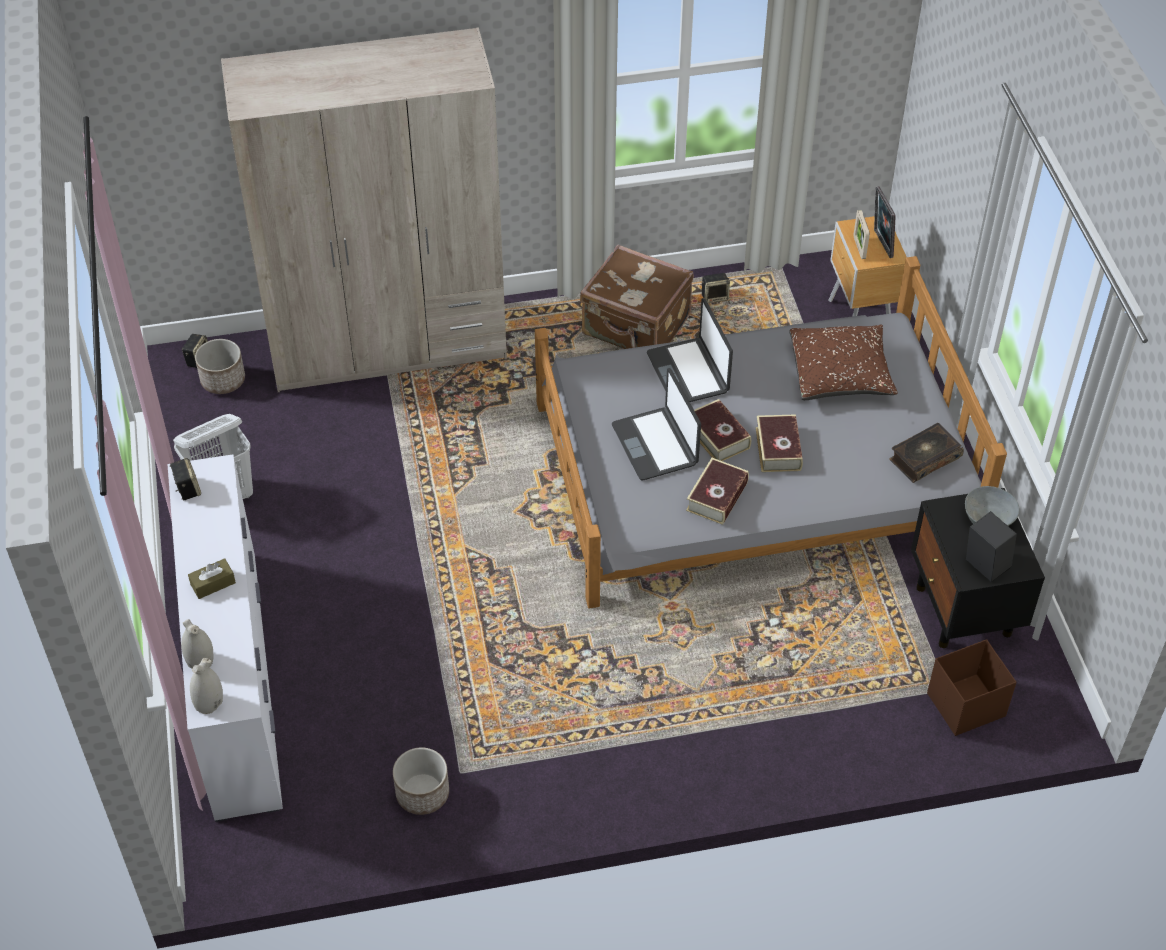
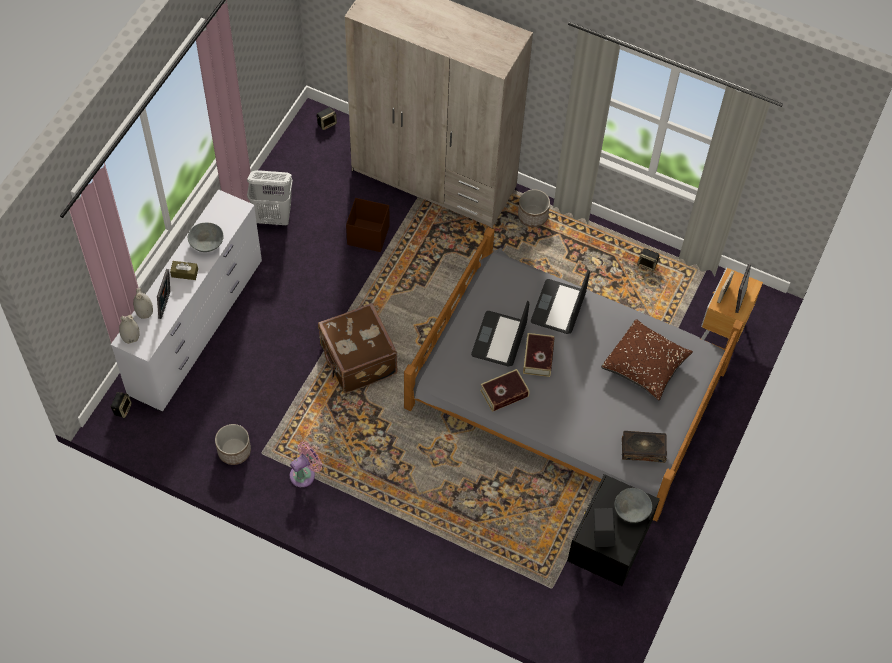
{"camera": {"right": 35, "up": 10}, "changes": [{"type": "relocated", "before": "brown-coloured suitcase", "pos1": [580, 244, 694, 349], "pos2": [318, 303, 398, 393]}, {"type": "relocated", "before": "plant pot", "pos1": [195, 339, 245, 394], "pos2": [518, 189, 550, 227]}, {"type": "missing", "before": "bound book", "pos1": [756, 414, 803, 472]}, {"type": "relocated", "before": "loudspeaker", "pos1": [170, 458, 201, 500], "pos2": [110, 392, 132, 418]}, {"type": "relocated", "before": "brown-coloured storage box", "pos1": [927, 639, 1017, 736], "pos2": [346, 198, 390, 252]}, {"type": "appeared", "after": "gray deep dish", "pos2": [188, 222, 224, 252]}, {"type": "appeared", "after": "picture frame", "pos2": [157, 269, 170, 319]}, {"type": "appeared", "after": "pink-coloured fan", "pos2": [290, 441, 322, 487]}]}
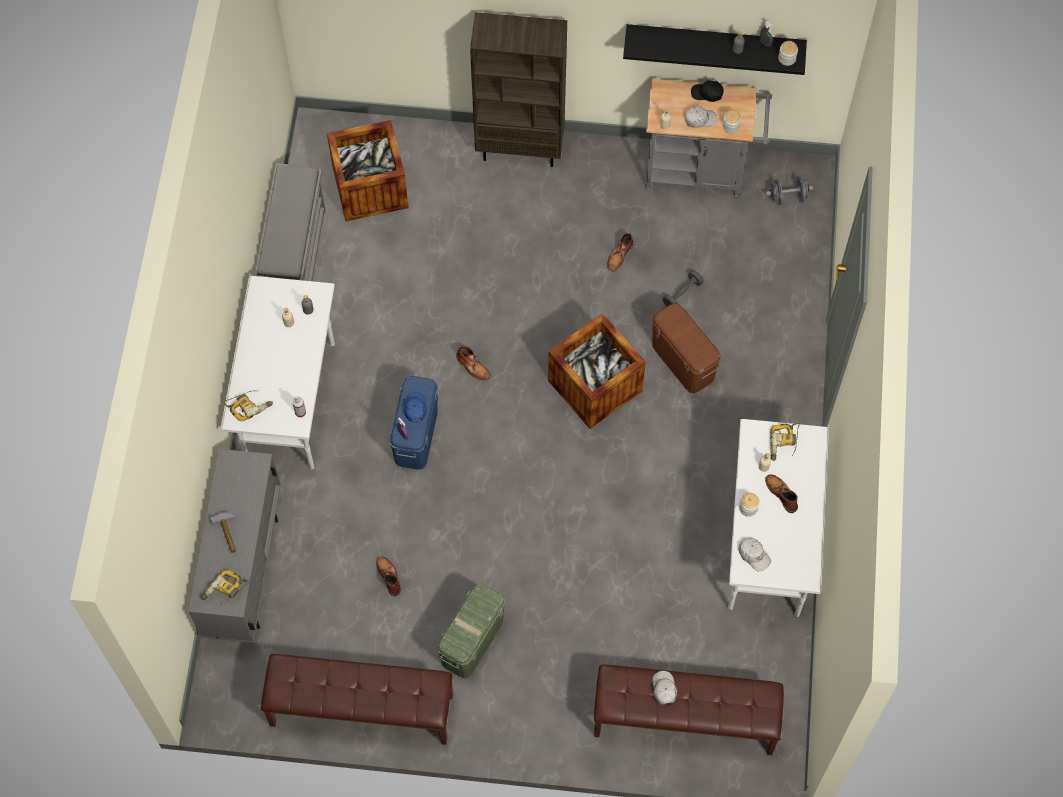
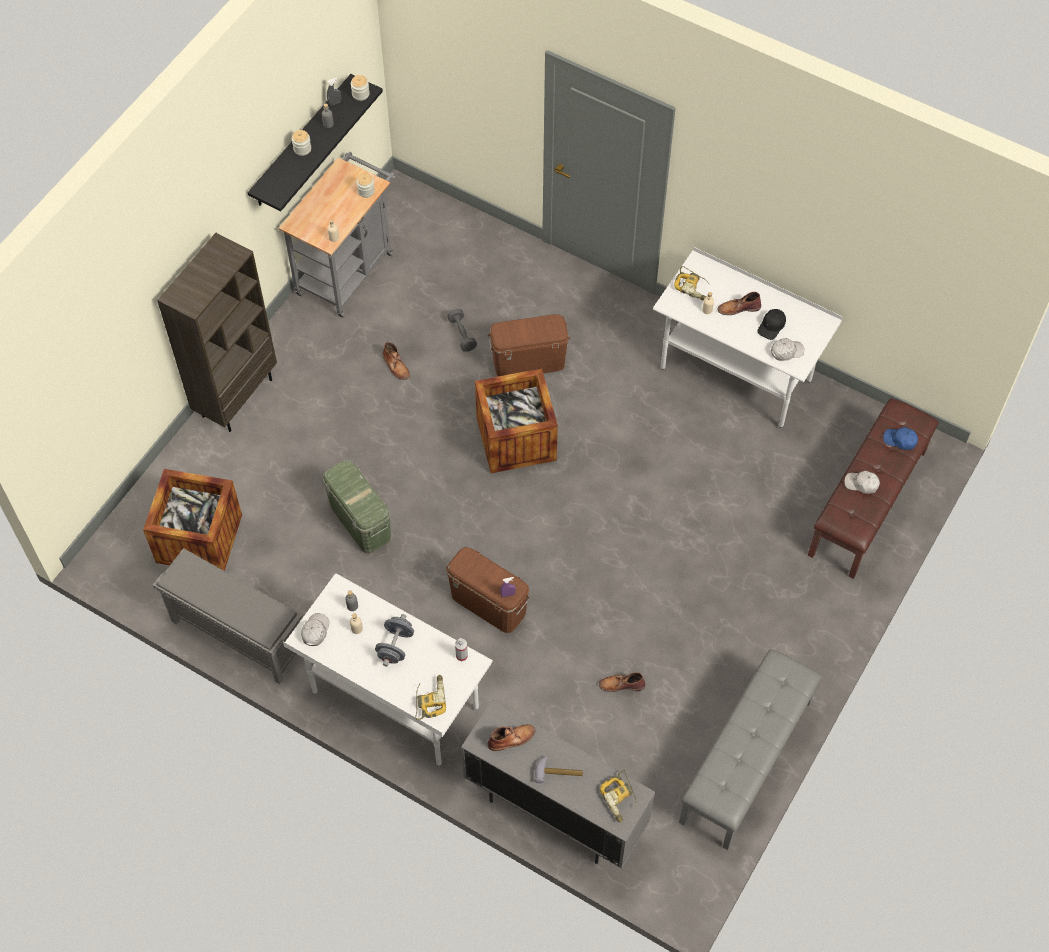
{"camera": {"right": -65, "up": -5}, "changes": [{"type": "relocated", "before": "black-coloured baseball cap", "pos1": [691, 80, 724, 102], "pos2": [757, 309, 786, 340]}, {"type": "relocated", "before": "whitish baseball cap", "pos1": [685, 106, 717, 128], "pos2": [301, 613, 330, 646]}, {"type": "relocated", "before": "gray free weight", "pos1": [765, 176, 813, 205], "pos2": [375, 614, 414, 667]}, {"type": "relocated", "before": "brown-coloured tall boot", "pos1": [456, 346, 491, 380], "pos2": [488, 724, 535, 751]}, {"type": "colour", "before": "blue-coloured storage box", "after": "brown-coloured storage box", "pos1": [390, 376, 438, 469], "pos2": [446, 547, 530, 633]}, {"type": "relocated", "before": "blue-coloured baseball cap", "pos1": [404, 392, 427, 422], "pos2": [883, 427, 918, 450]}, {"type": "relocated", "before": "jar", "pos1": [739, 493, 760, 517], "pos2": [292, 130, 311, 156]}, {"type": "relocated", "before": "green-coloured storage box", "pos1": [436, 584, 505, 678], "pos2": [322, 460, 391, 554]}, {"type": "colour", "before": "brown-coloured bench", "after": "gray bench", "pos1": [261, 654, 453, 745], "pos2": [679, 649, 822, 850]}]}
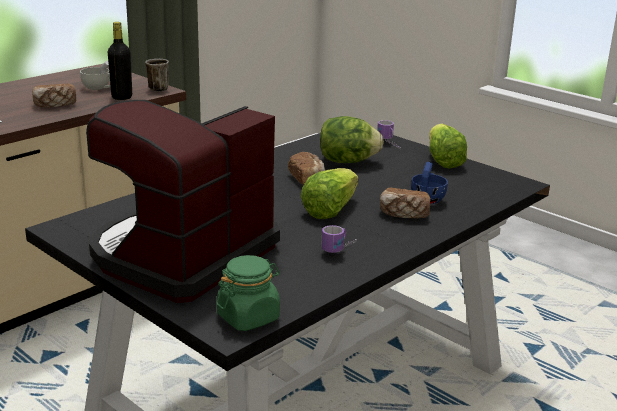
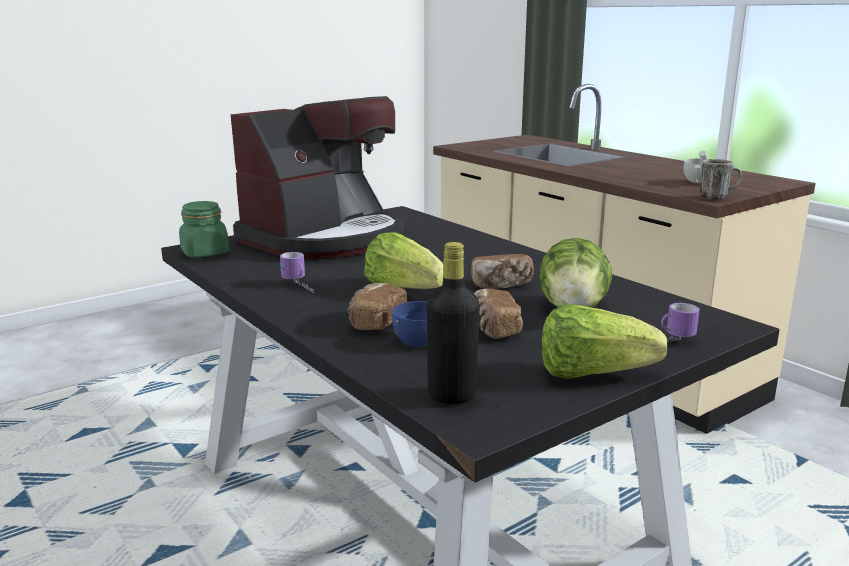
{"camera": {"right": 100, "up": -5}, "changes": [{"type": "relocated", "before": "black-coloured bottle", "pos1": [108, 22, 132, 100], "pos2": [426, 242, 480, 404]}, {"type": "relocated", "before": "bread", "pos1": [32, 84, 76, 107], "pos2": [474, 288, 523, 339]}, {"type": "spun", "before": "coffee machine", "pos1": [86, 100, 280, 303], "pos2": [231, 96, 404, 259], "turn": 90}]}
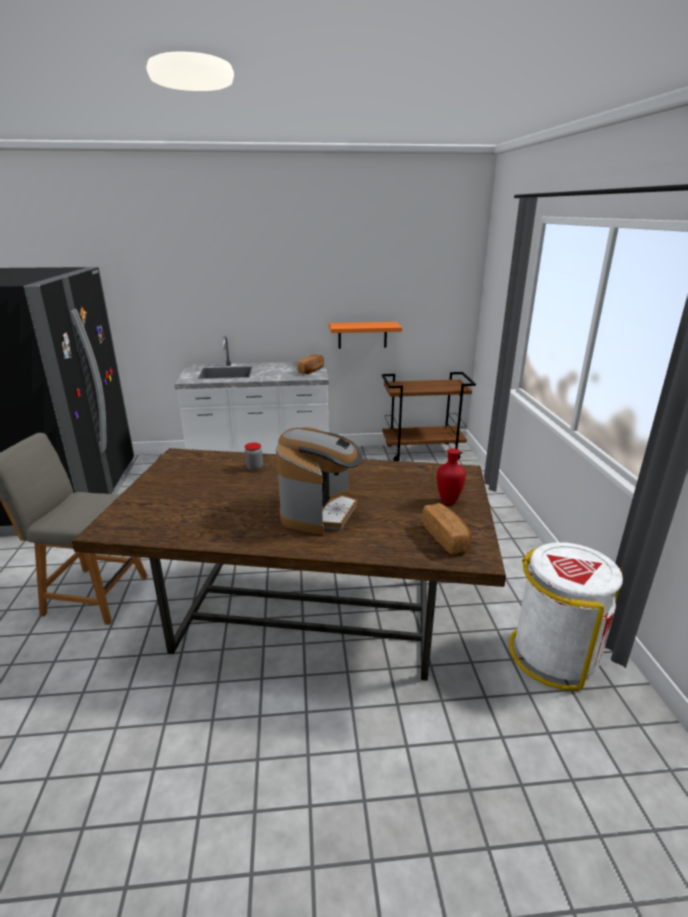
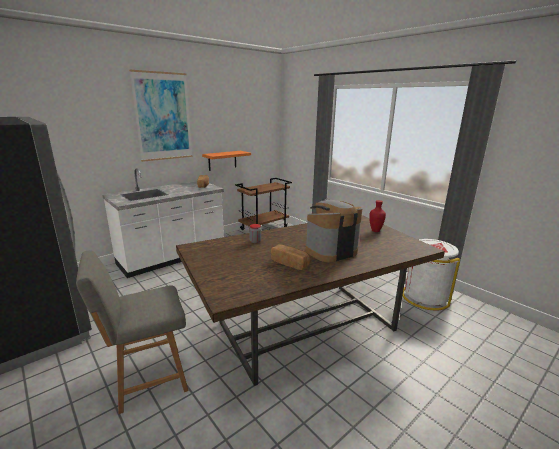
{"camera": {"right": -35, "up": -5}, "changes": [{"type": "spun", "before": "coffee machine", "pos1": [276, 427, 363, 535], "pos2": [306, 199, 363, 262], "turn": -105}, {"type": "relocated", "before": "bread", "pos1": [422, 503, 472, 554], "pos2": [271, 244, 310, 270]}, {"type": "appeared", "after": "picture", "pos2": [129, 70, 193, 162]}]}
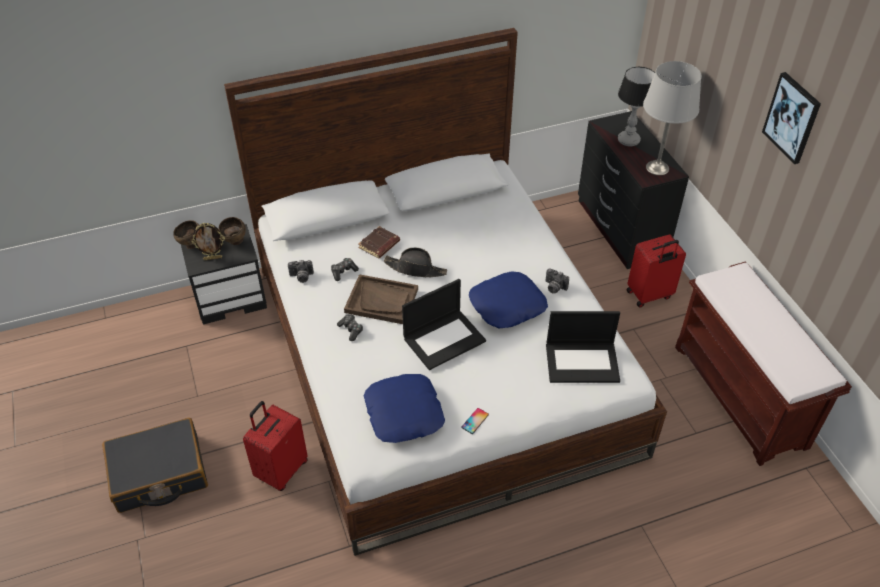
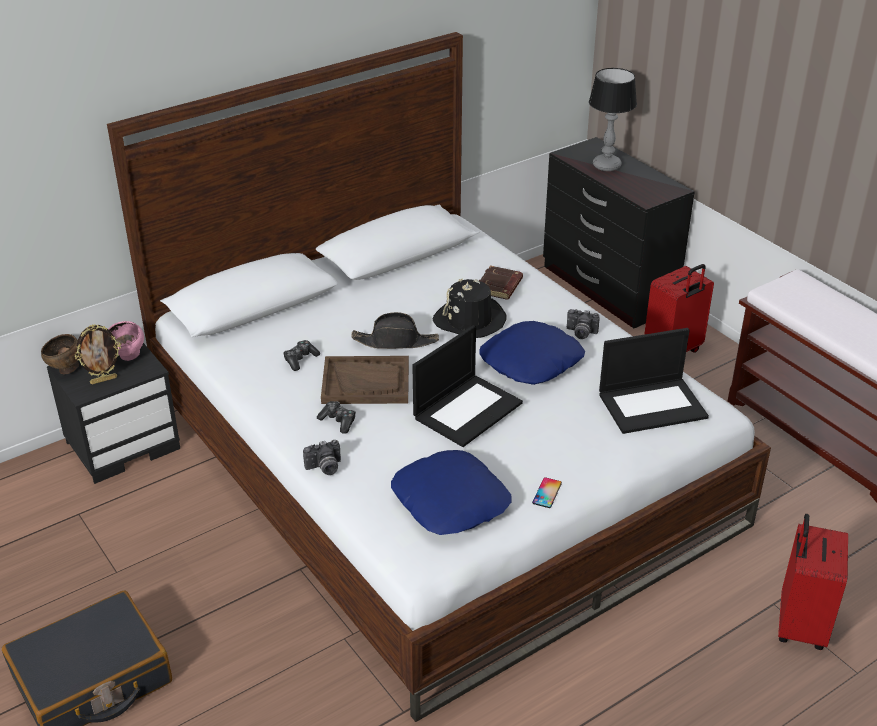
{"camera": {"right": -15, "up": -10}, "changes": [{"type": "missing", "before": "gray lamp for a table", "pos1": [643, 61, 702, 175]}, {"type": "missing", "before": "picture", "pos1": [762, 72, 821, 164]}, {"type": "colour", "before": "brown-coloured deep dish", "after": "pink-coloured deep dish", "pos1": [218, 217, 246, 245], "pos2": [108, 321, 144, 361]}, {"type": "relocated", "before": "brown-coloured bound book", "pos1": [358, 226, 400, 259], "pos2": [479, 265, 523, 299]}, {"type": "relocated", "before": "still camera", "pos1": [288, 260, 314, 283], "pos2": [303, 440, 341, 475]}, {"type": "relocated", "before": "red suitcase", "pos1": [243, 401, 308, 491], "pos2": [778, 514, 848, 650]}, {"type": "appeared", "after": "black-coloured hat", "pos2": [433, 279, 507, 338]}]}
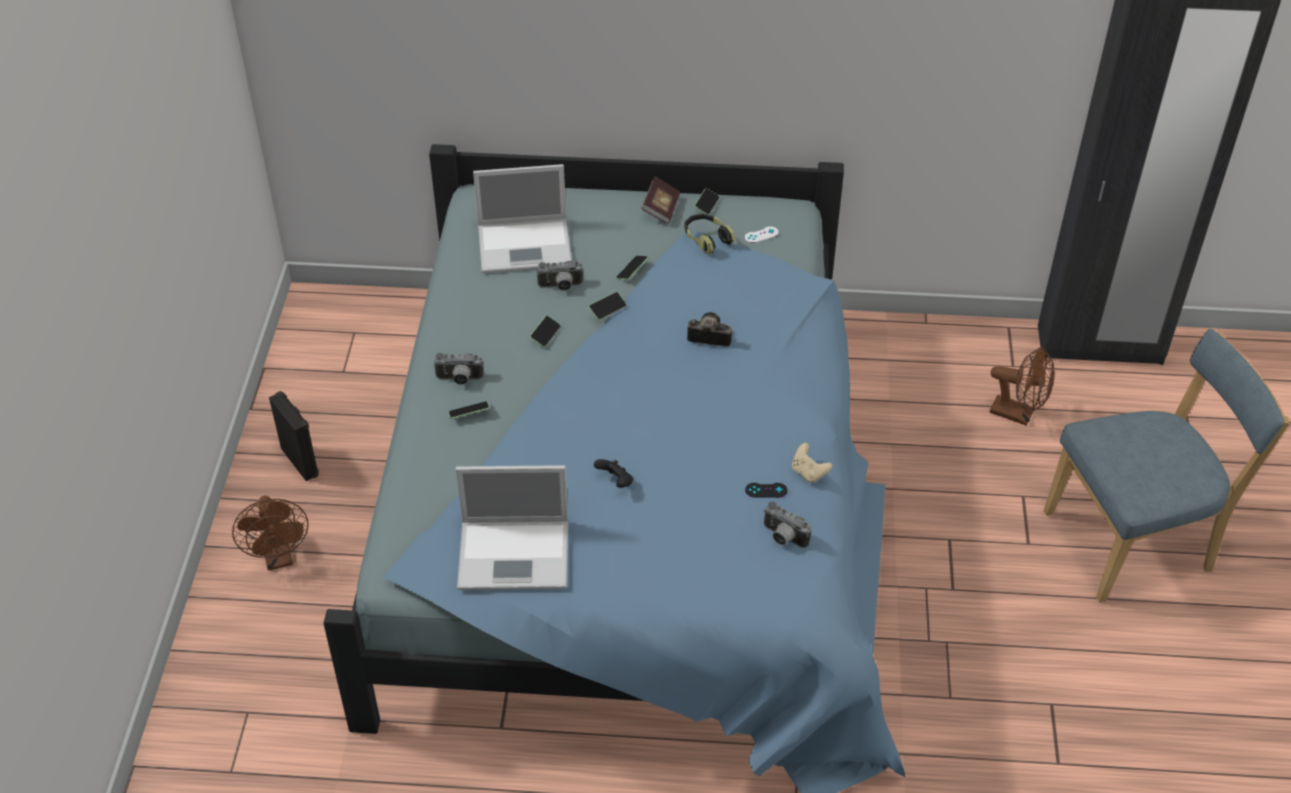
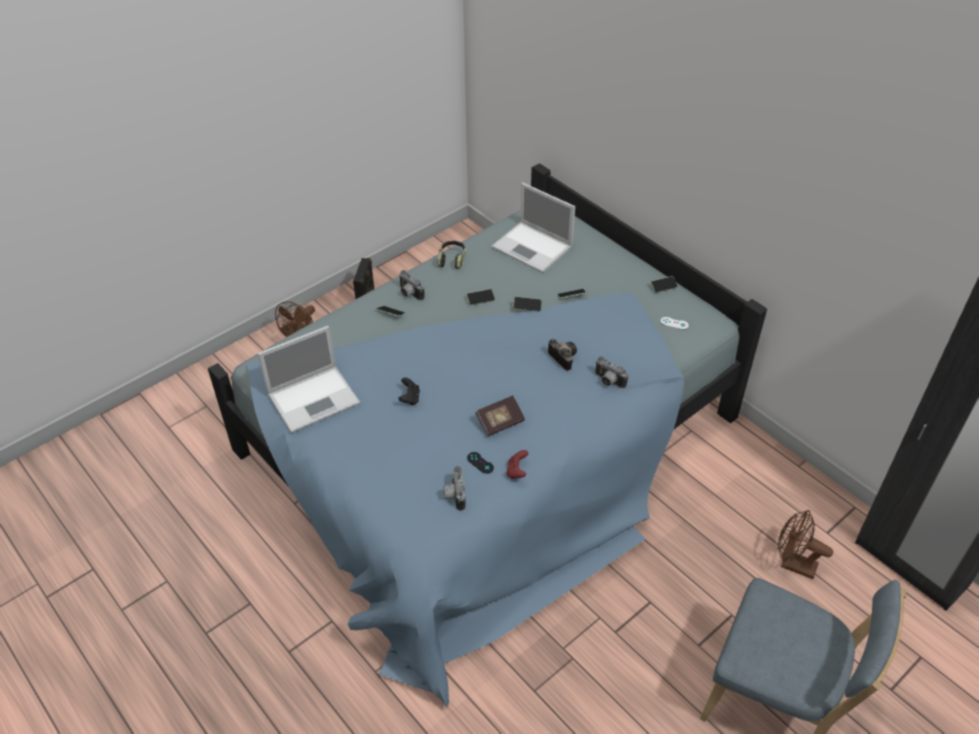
{"camera": {"right": 45, "up": 0}, "changes": [{"type": "relocated", "before": "bound book", "pos1": [641, 177, 680, 224], "pos2": [476, 395, 525, 436]}, {"type": "relocated", "before": "pair of headphones", "pos1": [684, 214, 735, 254], "pos2": [437, 241, 466, 269]}, {"type": "relocated", "before": "still camera", "pos1": [537, 261, 583, 291], "pos2": [595, 356, 629, 388]}, {"type": "spun", "before": "brown-coloured fan", "pos1": [990, 347, 1055, 426], "pos2": [778, 510, 833, 579], "turn": 135}, {"type": "colour", "before": "beige game controller", "after": "red game controller", "pos1": [792, 443, 832, 483], "pos2": [507, 450, 528, 479]}, {"type": "spun", "before": "laptop", "pos1": [456, 465, 568, 590], "pos2": [258, 326, 360, 433], "turn": -75}]}
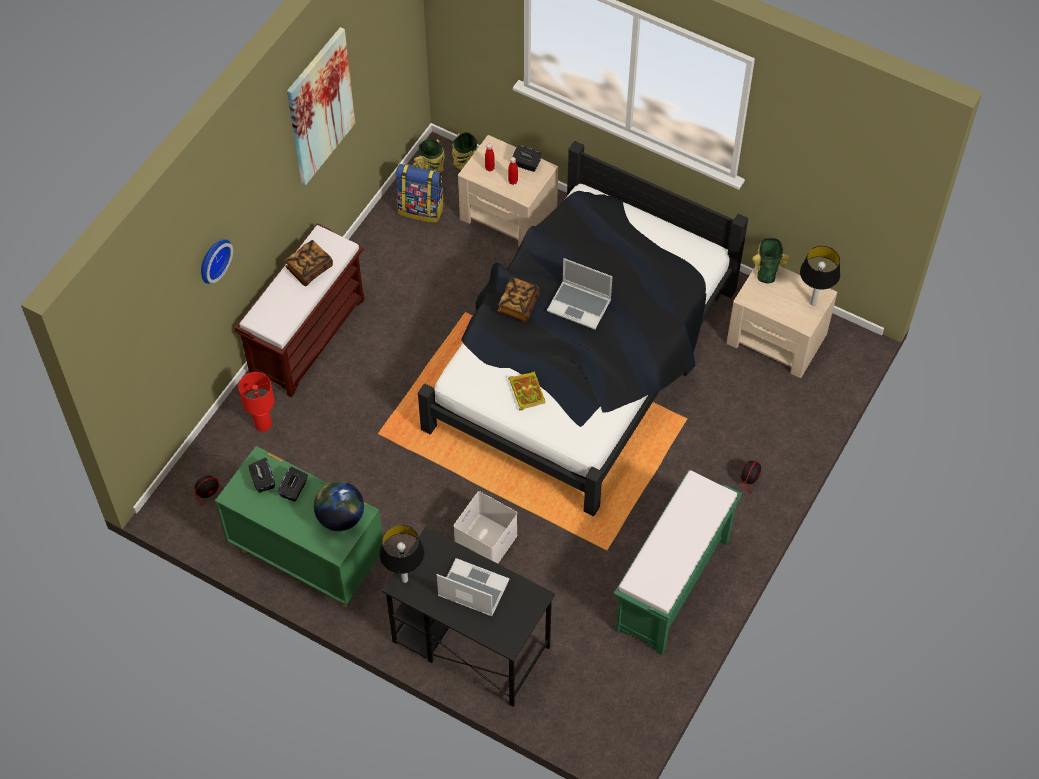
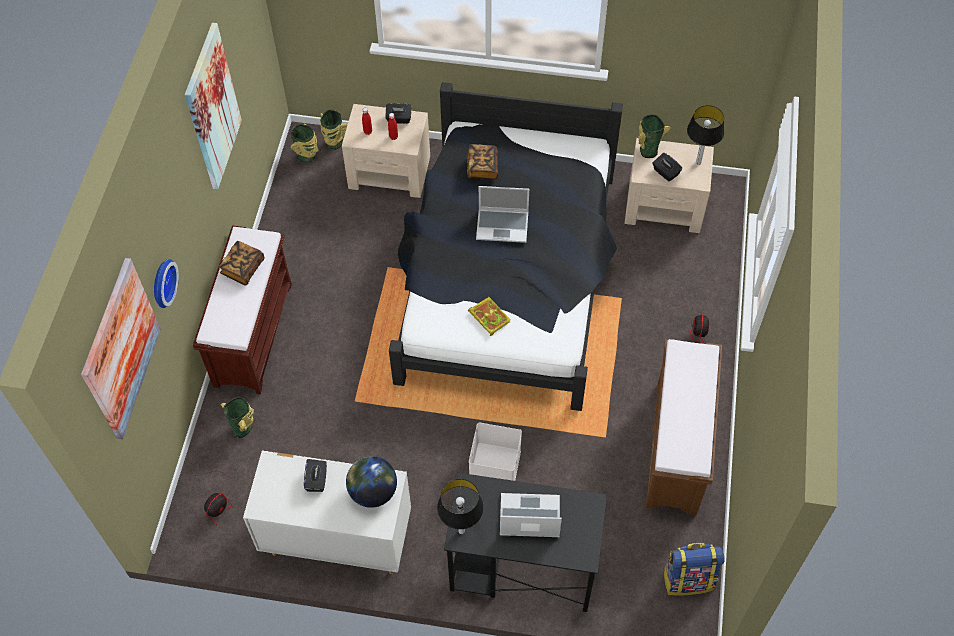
{"camera": {"right": -20, "up": 0}, "changes": [{"type": "relocated", "before": "rucksack", "pos1": [396, 163, 445, 223], "pos2": [663, 543, 725, 596]}, {"type": "relocated", "before": "bound book", "pos1": [498, 277, 540, 322], "pos2": [467, 144, 498, 180]}, {"type": "exchanged", "before": "red lamp for a table", "after": "decorative vase", "pos1": [238, 372, 274, 432], "pos2": [220, 397, 254, 438]}, {"type": "colour", "before": "green-coloured drawer chest", "after": "whitish drawer chest", "pos1": [215, 446, 384, 607], "pos2": [243, 450, 411, 574]}, {"type": "relocated", "before": "black-coloured tissue holder", "pos1": [249, 458, 275, 492], "pos2": [652, 153, 682, 182]}, {"type": "colour", "before": "green-coloured bench", "after": "brown-coloured bench", "pos1": [614, 470, 742, 655], "pos2": [645, 339, 722, 515]}, {"type": "appeared", "after": "picture", "pos2": [81, 258, 161, 439]}]}
